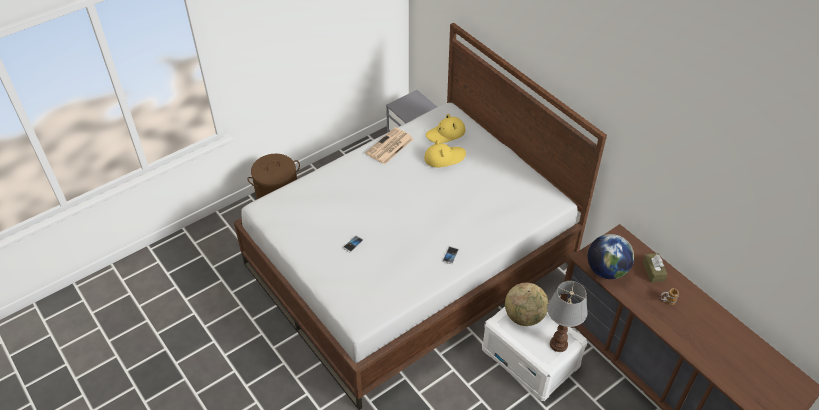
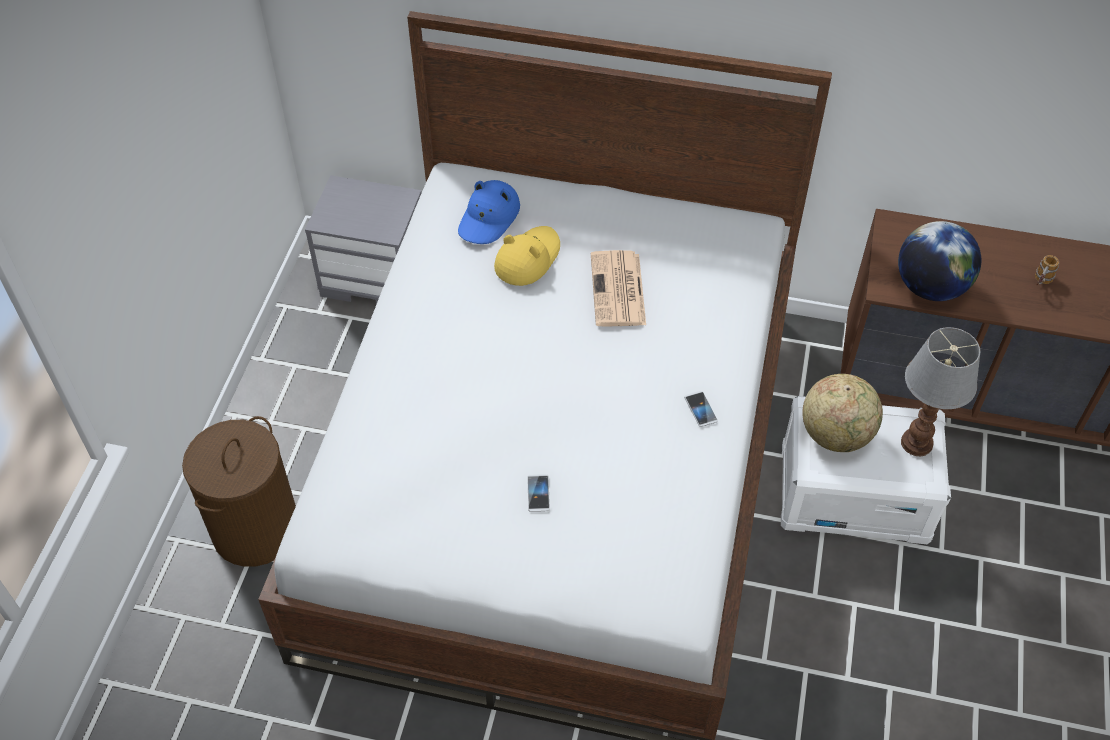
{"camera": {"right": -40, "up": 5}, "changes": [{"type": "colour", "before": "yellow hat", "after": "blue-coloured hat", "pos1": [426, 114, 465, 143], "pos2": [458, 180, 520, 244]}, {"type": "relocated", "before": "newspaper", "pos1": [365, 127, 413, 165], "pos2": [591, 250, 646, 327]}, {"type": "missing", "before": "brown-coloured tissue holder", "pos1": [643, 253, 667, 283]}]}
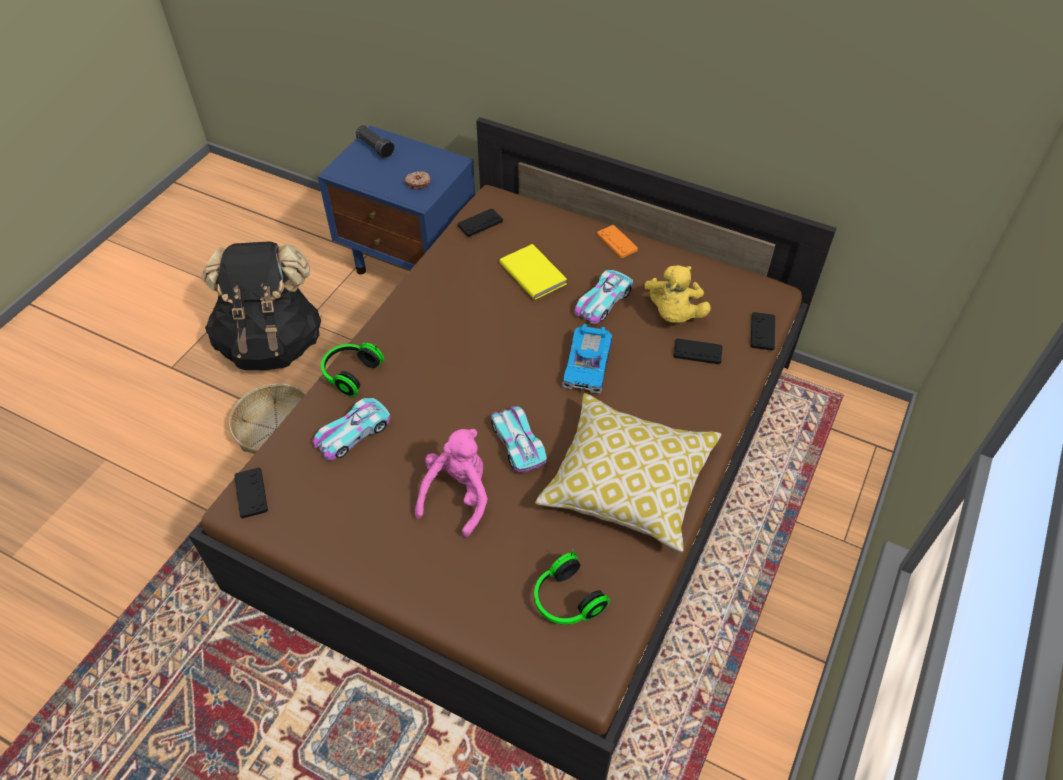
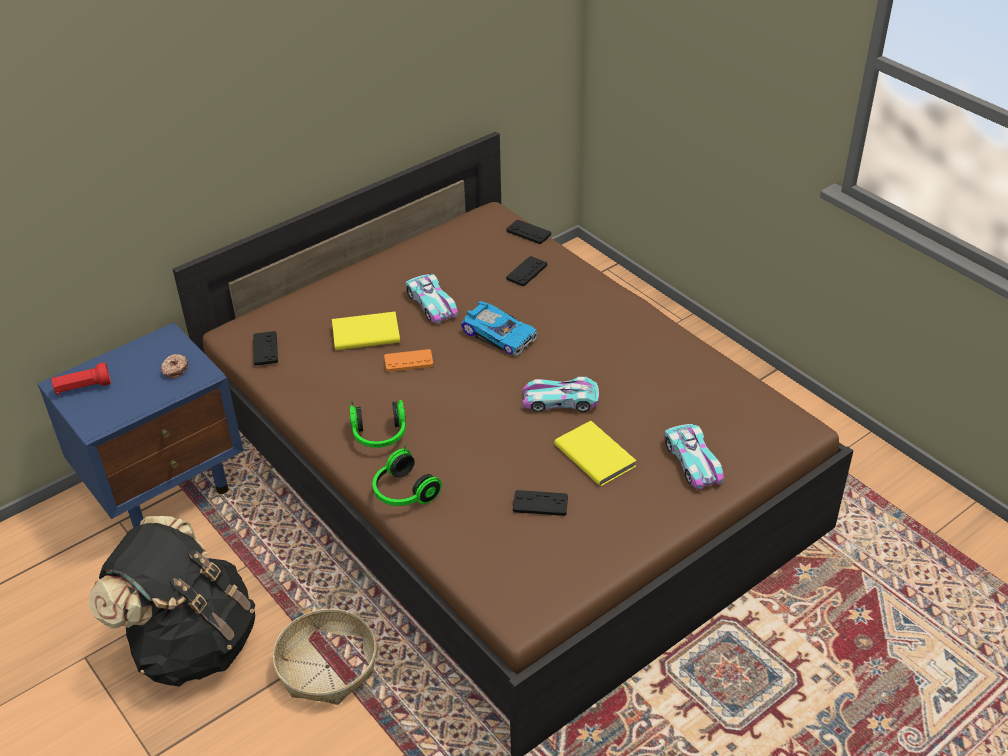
{"camera": {"right": -65, "up": -10}, "changes": [{"type": "colour", "before": "black-coloured torch", "after": "red torch", "pos1": [355, 125, 395, 158], "pos2": [51, 362, 111, 395]}, {"type": "relocated", "before": "orange game controller", "pos1": [597, 225, 638, 258], "pos2": [384, 349, 433, 372]}, {"type": "missing", "before": "yellow plush toy", "pos1": [645, 265, 711, 323]}, {"type": "missing", "before": "cushion", "pos1": [535, 393, 721, 552]}, {"type": "relocated", "before": "model car", "pos1": [313, 398, 391, 461], "pos2": [665, 424, 724, 489]}, {"type": "exchanged", "before": "pink-coloured plush toy", "after": "yellow bound book", "pos1": [415, 429, 488, 537], "pos2": [554, 421, 637, 486]}, {"type": "relocated", "before": "black-coloured game controller", "pos1": [234, 467, 268, 518], "pos2": [513, 490, 568, 516]}, {"type": "relocated", "before": "pair of headphones", "pos1": [534, 549, 610, 625], "pos2": [350, 399, 406, 448]}]}
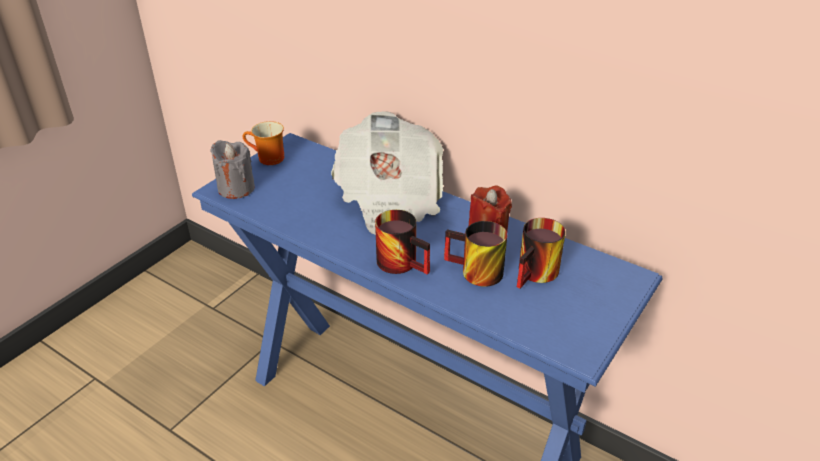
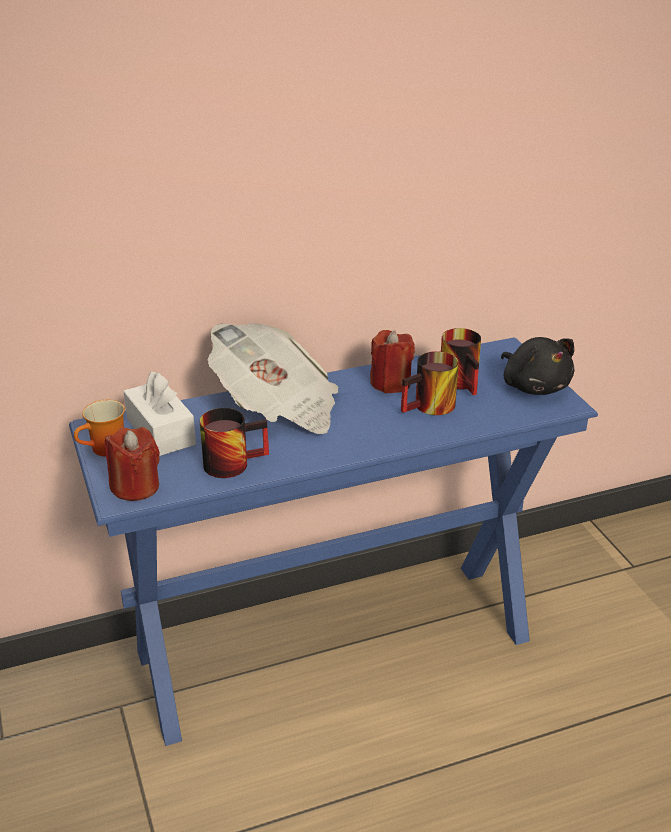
{"camera": {"right": -55, "up": -5}, "changes": [{"type": "colour", "before": "gray wax light", "after": "red wax light", "pos1": [210, 140, 255, 199], "pos2": [105, 427, 160, 501]}, {"type": "relocated", "before": "coffee mug", "pos1": [375, 210, 430, 275], "pos2": [200, 408, 269, 478]}, {"type": "appeared", "after": "black-coloured plush toy", "pos2": [501, 337, 575, 395]}, {"type": "appeared", "after": "whitish tissue holder", "pos2": [123, 371, 196, 456]}]}
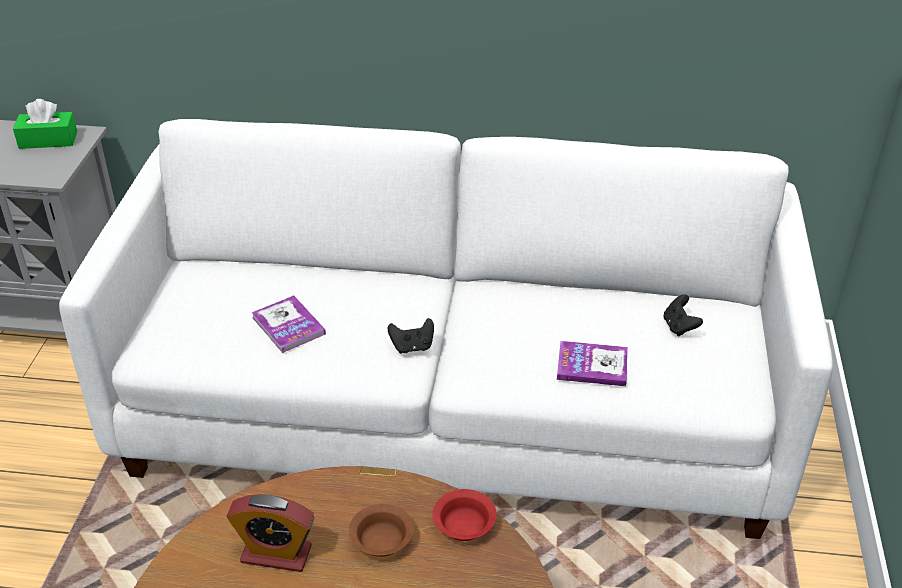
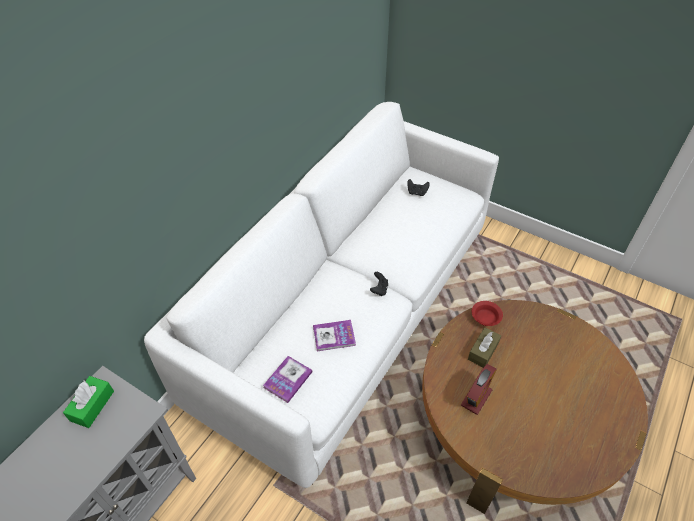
{"camera": {"right": -65, "up": 10}, "changes": [{"type": "relocated", "before": "bound book", "pos1": [557, 341, 628, 386], "pos2": [263, 356, 312, 403]}, {"type": "exchanged", "before": "brown-coloured deep dish", "after": "brown-coloured tissue holder", "pos1": [349, 504, 414, 557], "pos2": [468, 327, 501, 368]}]}
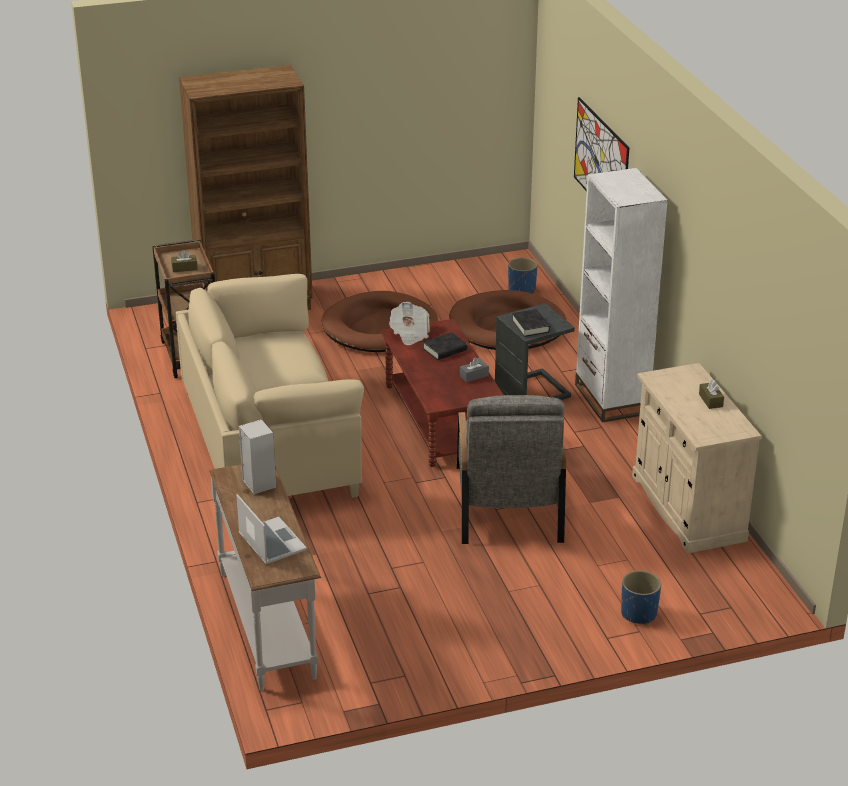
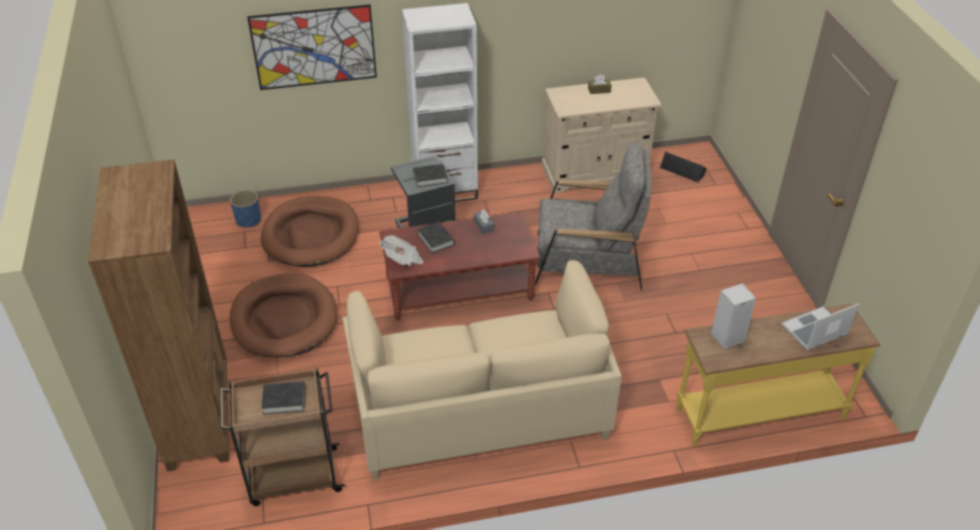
{"camera": {"right": -85, "up": 10}, "changes": [{"type": "exchanged", "before": "brown-coloured tissue holder", "after": "black-coloured bound book", "pos1": [171, 250, 198, 272], "pos2": [262, 381, 305, 415]}, {"type": "colour", "before": "whitish hall table", "after": "yellow hall table", "pos1": [209, 464, 321, 691], "pos2": [677, 303, 881, 447]}, {"type": "missing", "before": "blue-coloured plant pot", "pos1": [621, 570, 661, 625]}, {"type": "appeared", "after": "black-coloured loudspeaker", "pos2": [660, 151, 707, 183]}]}
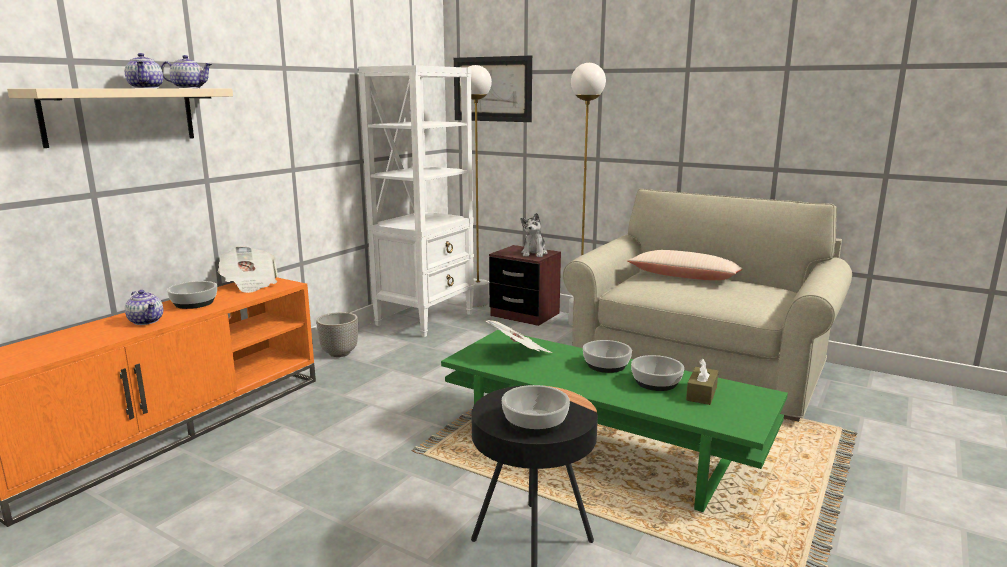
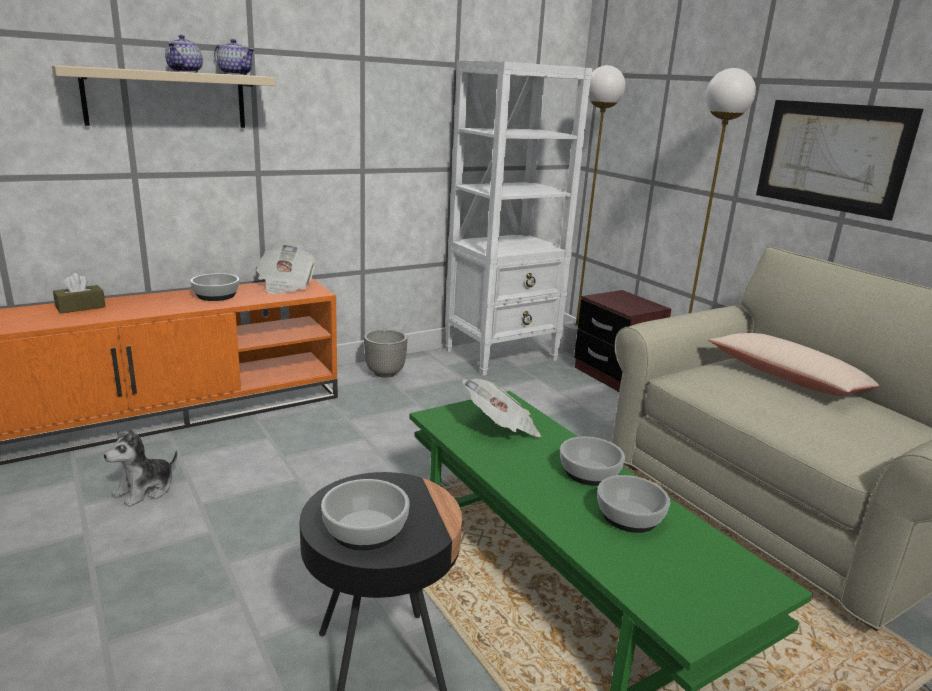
{"camera": {"right": 25, "up": 5}, "changes": [{"type": "relocated", "before": "picture", "pos1": [454, 55, 532, 122], "pos2": [756, 100, 923, 221]}, {"type": "relocated", "before": "plush toy", "pos1": [520, 213, 548, 257], "pos2": [104, 429, 177, 507]}, {"type": "missing", "before": "pot for tea", "pos1": [125, 290, 163, 325]}, {"type": "relocated", "before": "brown-coloured tissue holder", "pos1": [686, 359, 718, 405], "pos2": [53, 273, 106, 314]}]}
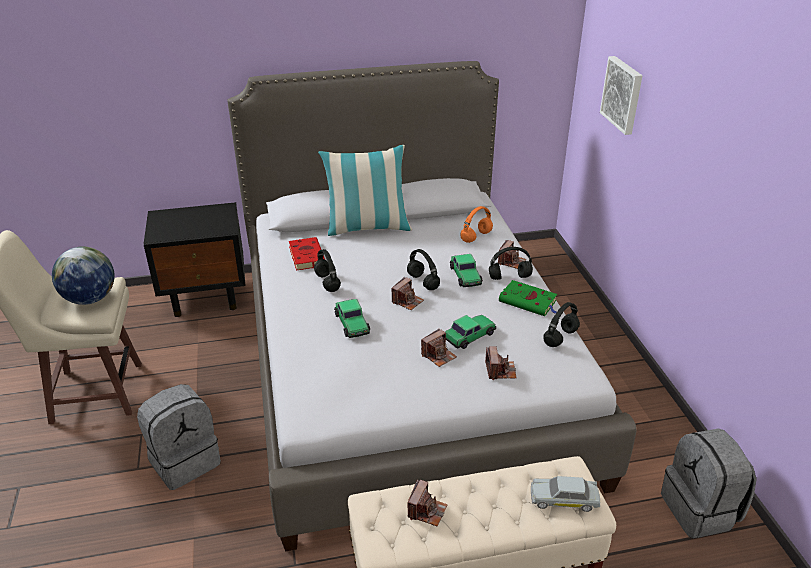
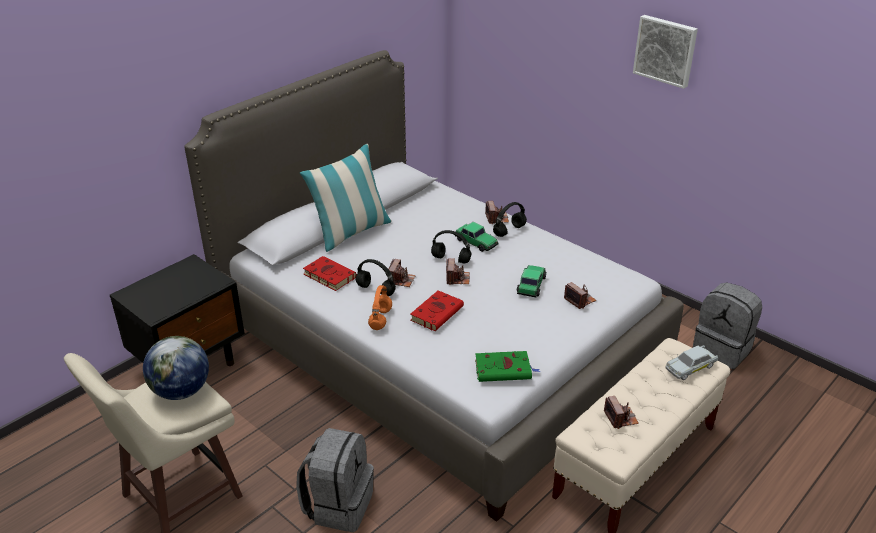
{"camera": {"right": -35, "up": 0}, "changes": [{"type": "relocated", "before": "picture", "pos1": [600, 56, 643, 135], "pos2": [633, 15, 698, 89]}, {"type": "relocated", "before": "orange pair of headphones", "pos1": [460, 206, 493, 243], "pos2": [368, 285, 392, 330]}, {"type": "relocated", "before": "green-coloured bound book", "pos1": [499, 280, 557, 316], "pos2": [475, 351, 540, 382]}, {"type": "exchanged", "before": "model car", "after": "red bound book", "pos1": [334, 299, 370, 338], "pos2": [410, 291, 464, 331]}, {"type": "missing", "before": "black-coloured pair of headphones", "pos1": [543, 302, 580, 347]}, {"type": "relocated", "before": "still camera", "pos1": [421, 328, 457, 367], "pos2": [389, 259, 416, 287]}]}
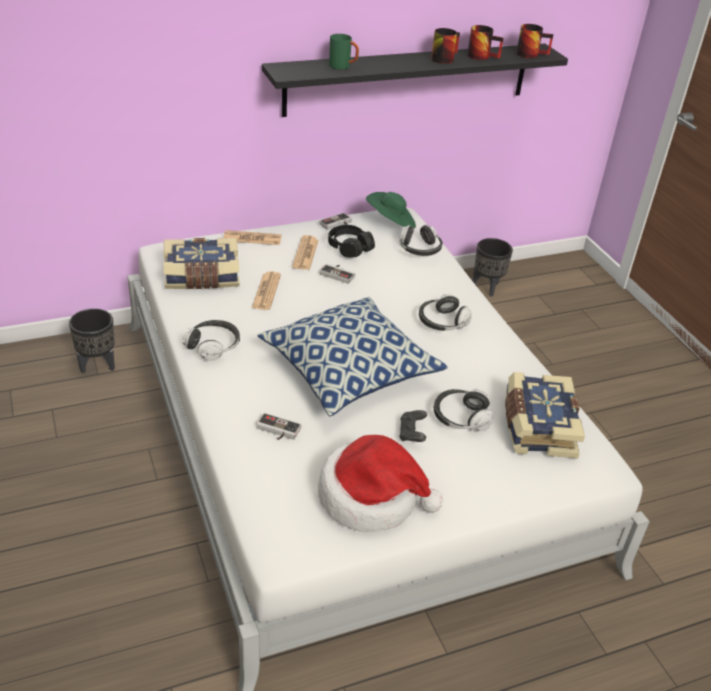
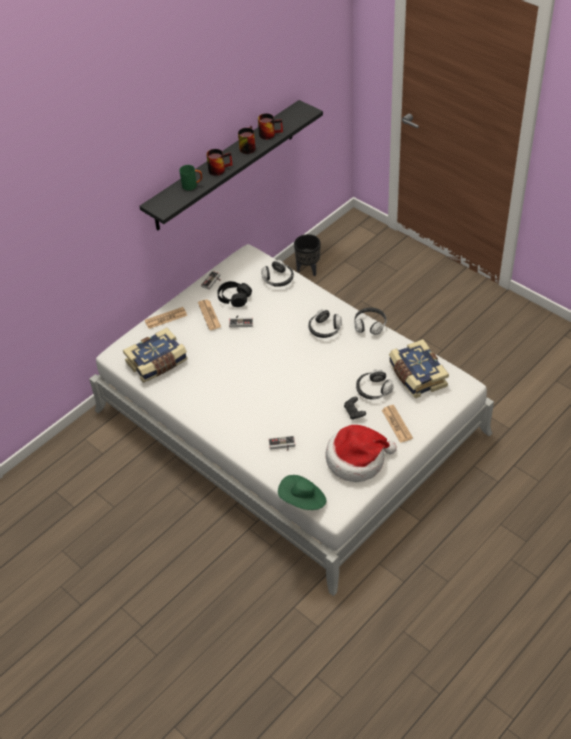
{"camera": {"right": -20, "up": 10}, "changes": [{"type": "relocated", "before": "coffee mug", "pos1": [516, 24, 553, 58], "pos2": [206, 149, 233, 176]}, {"type": "relocated", "before": "green-coloured hat", "pos1": [366, 192, 416, 229], "pos2": [278, 475, 327, 510]}, {"type": "relocated", "before": "newspaper", "pos1": [252, 271, 281, 310], "pos2": [382, 405, 413, 443]}, {"type": "missing", "before": "cushion", "pos1": [257, 297, 448, 416]}, {"type": "missing", "before": "black-coloured plant pot", "pos1": [69, 308, 115, 374]}, {"type": "relocated", "before": "pair of headphones", "pos1": [183, 320, 240, 361], "pos2": [354, 307, 387, 335]}]}
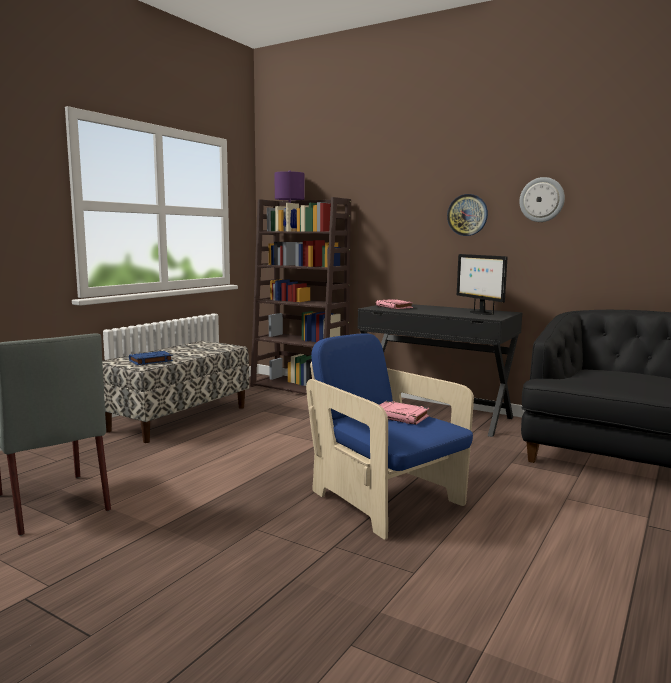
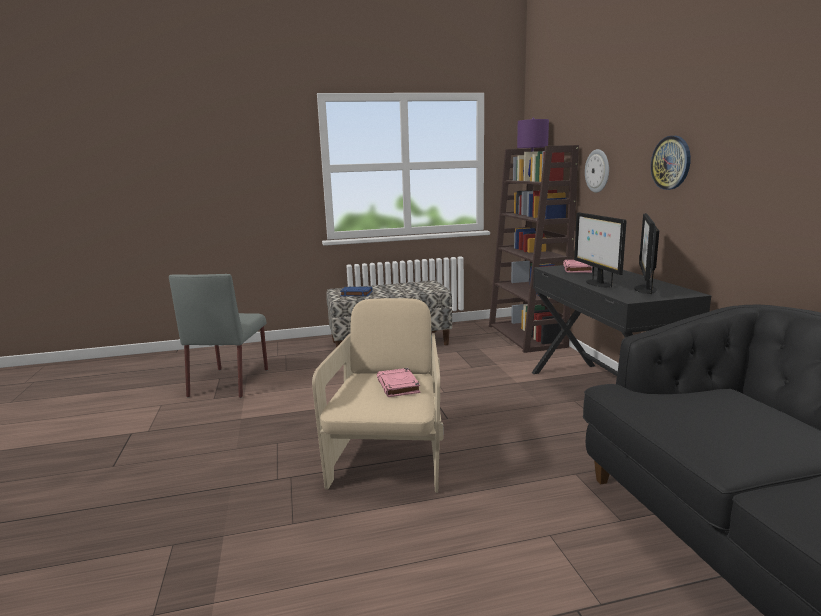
{"camera": {"right": 45, "up": 5}, "changes": [{"type": "relocated", "before": "clock on the wall", "pos1": [519, 177, 565, 222], "pos2": [585, 149, 609, 193]}, {"type": "colour", "before": "blue-coloured easy chair", "after": "beige easy chair", "pos1": [306, 333, 474, 540], "pos2": [312, 298, 444, 493]}, {"type": "appeared", "after": "computer display", "pos2": [574, 212, 627, 287]}]}
